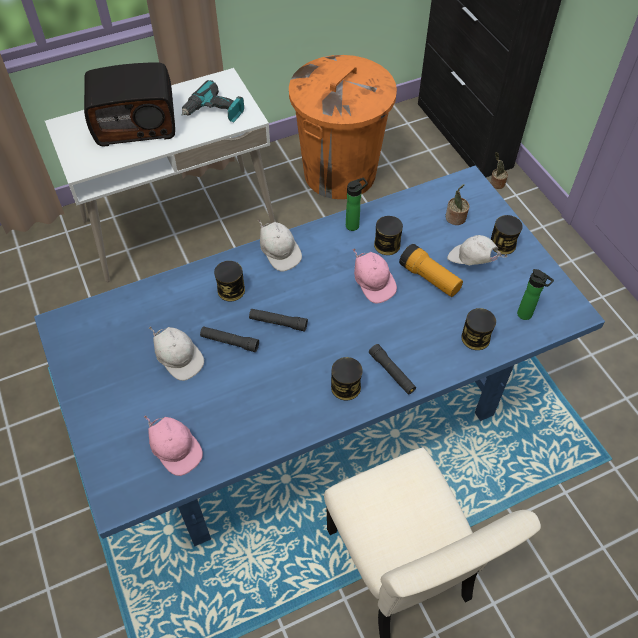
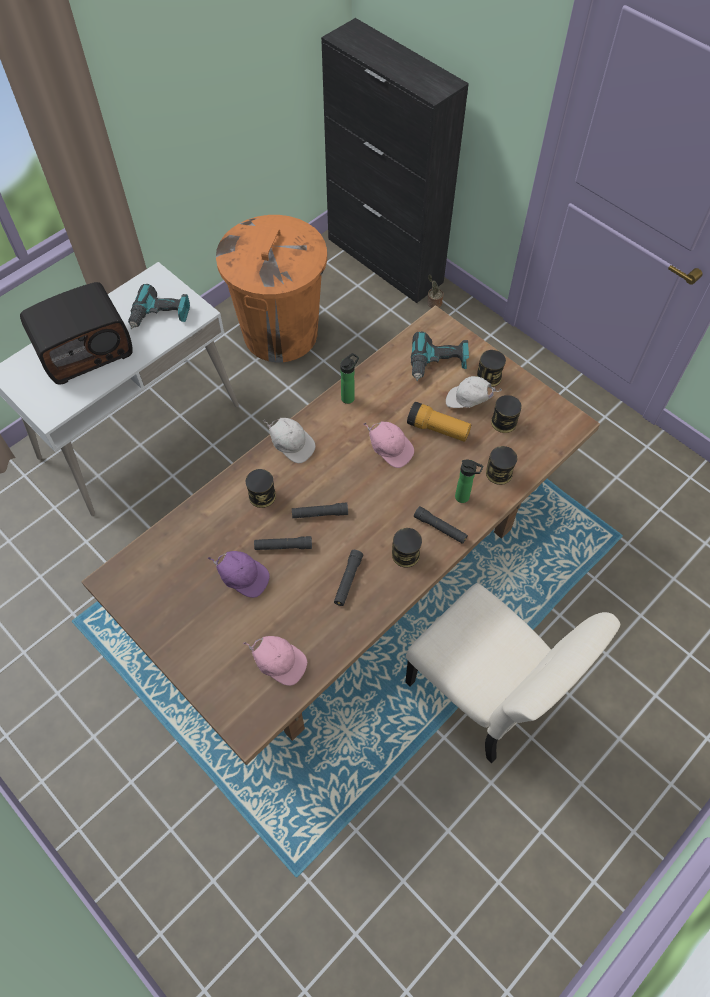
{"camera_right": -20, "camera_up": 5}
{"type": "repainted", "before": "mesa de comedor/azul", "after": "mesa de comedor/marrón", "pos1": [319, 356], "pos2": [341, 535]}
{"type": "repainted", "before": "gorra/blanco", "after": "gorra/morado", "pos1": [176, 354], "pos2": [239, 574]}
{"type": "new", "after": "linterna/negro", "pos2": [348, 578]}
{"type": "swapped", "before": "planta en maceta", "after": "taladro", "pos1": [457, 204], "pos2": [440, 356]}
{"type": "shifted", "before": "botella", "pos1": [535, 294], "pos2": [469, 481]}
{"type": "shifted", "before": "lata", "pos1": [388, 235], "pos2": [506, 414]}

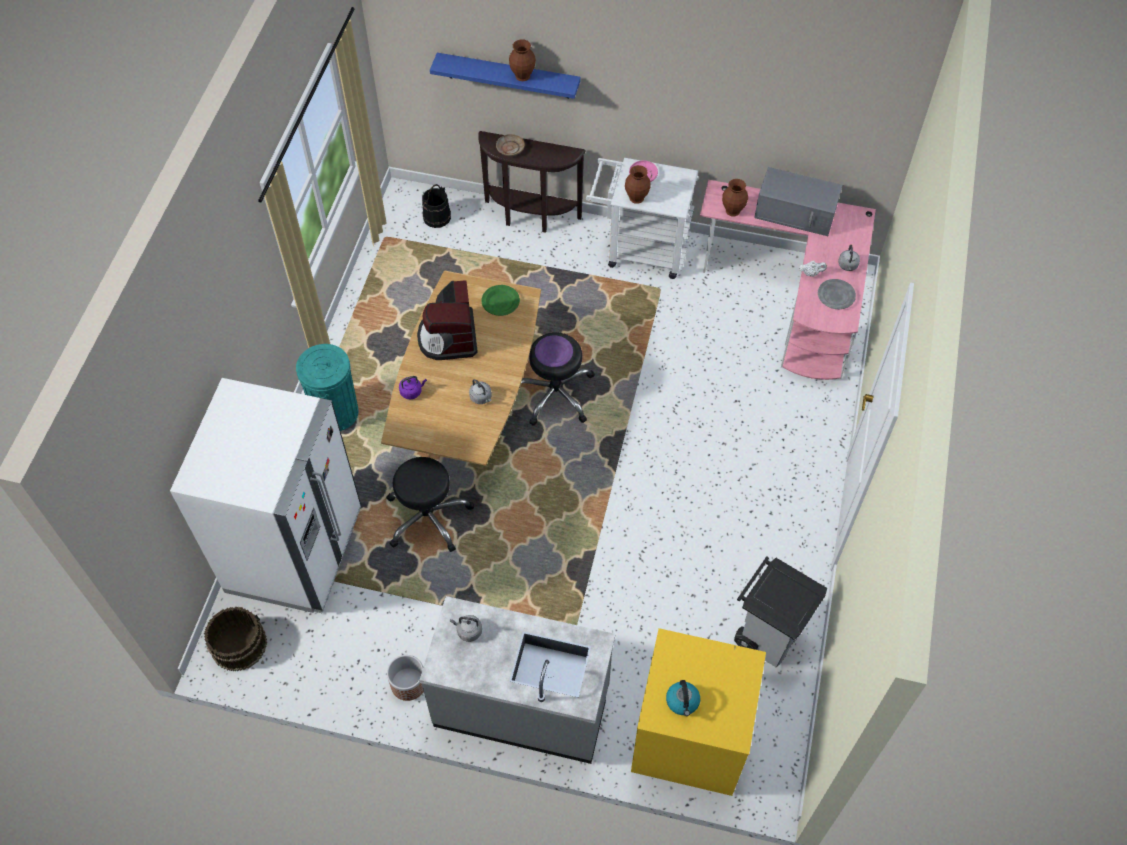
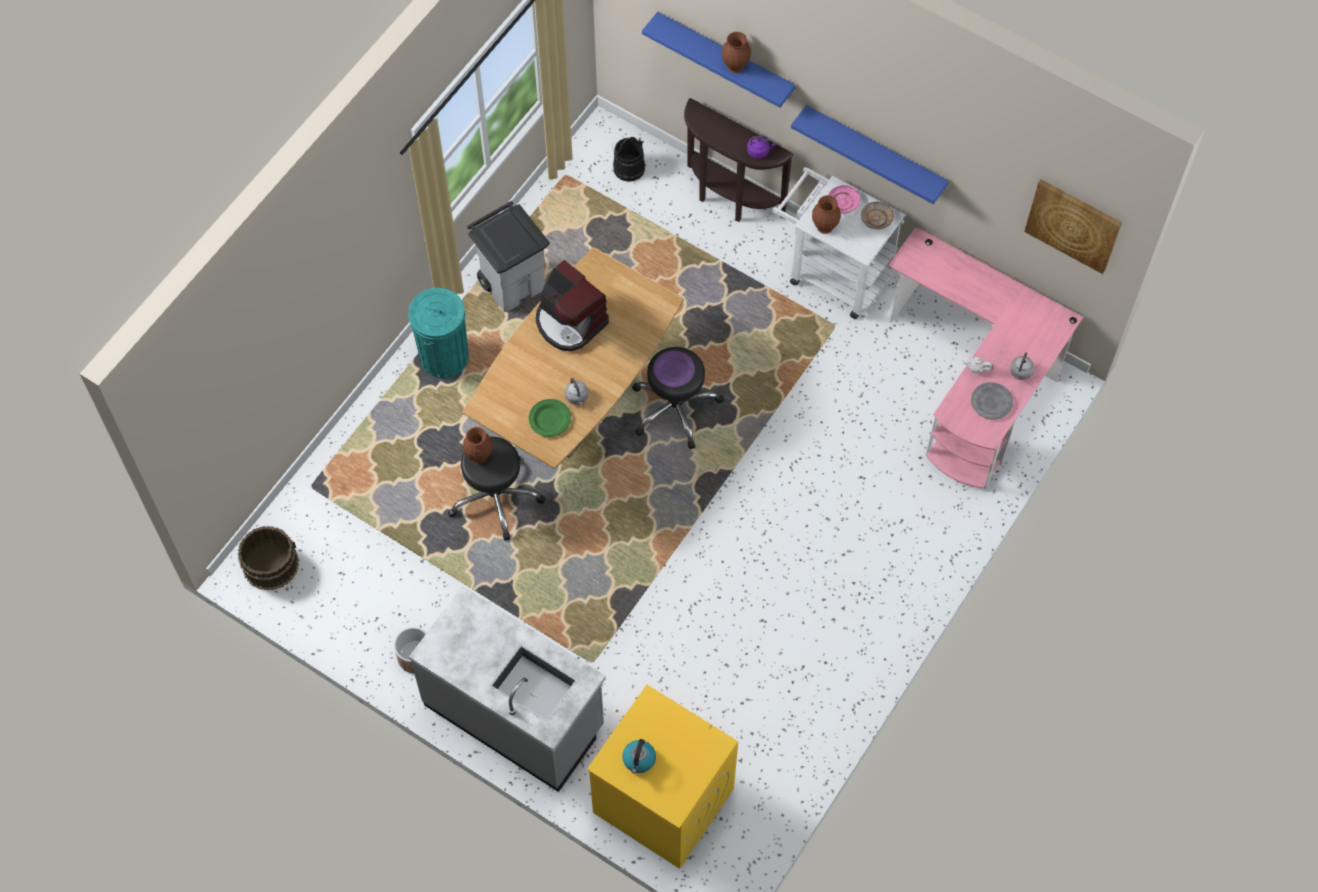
{"camera_right": 20, "camera_up": 5}
{"type": "shifted", "before": "florero/marrón", "pos1": [735, 197], "pos2": [478, 445]}
{"type": "shifted", "before": "papelera/gris", "pos1": [780, 611], "pos2": [508, 256]}
{"type": "shifted", "before": "plato/verde", "pos1": [501, 300], "pos2": [550, 418]}
{"type": "rotated", "before": "cafetera", "pos1": [447, 320], "pos2": [572, 306], "turn": -60}
{"type": "shifted", "before": "hervidor/morado", "pos1": [413, 387], "pos2": [761, 147]}
{"type": "new", "after": "estante/azul", "pos2": [870, 154]}
{"type": "shifted", "before": "plato/beis", "pos1": [510, 145], "pos2": [877, 215]}
{"type": "new", "after": "cuadro", "pos2": [1073, 226]}
{"type": "gone", "before": "nevera/blanco", "pos1": [265, 495]}
{"type": "gone", "before": "hervidor/gris", "pos1": [466, 628]}
{"type": "gone", "before": "microondas/gris", "pos1": [798, 201]}

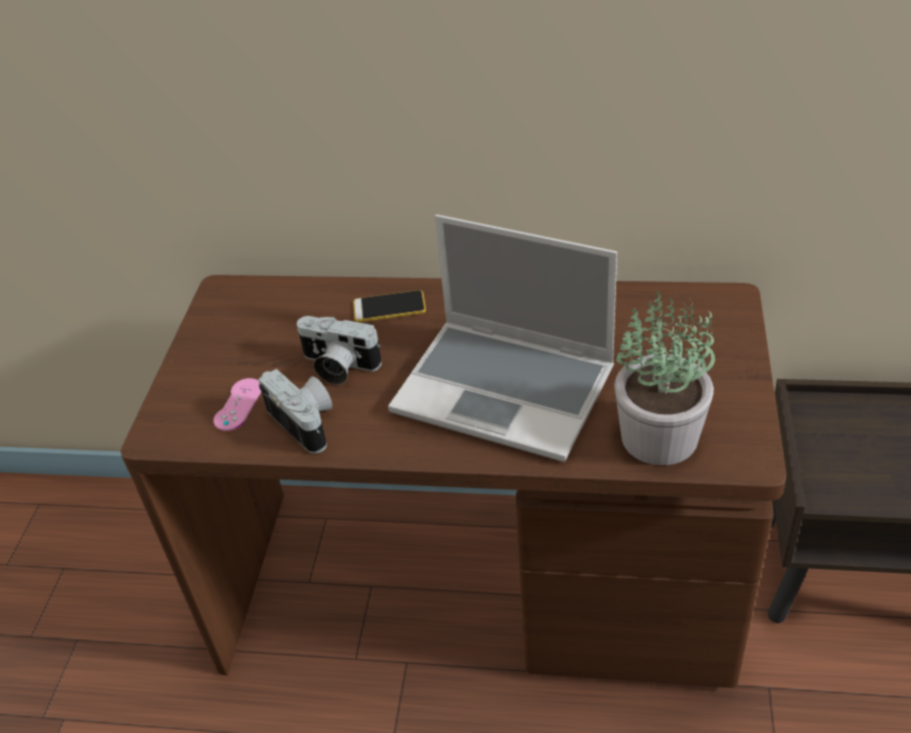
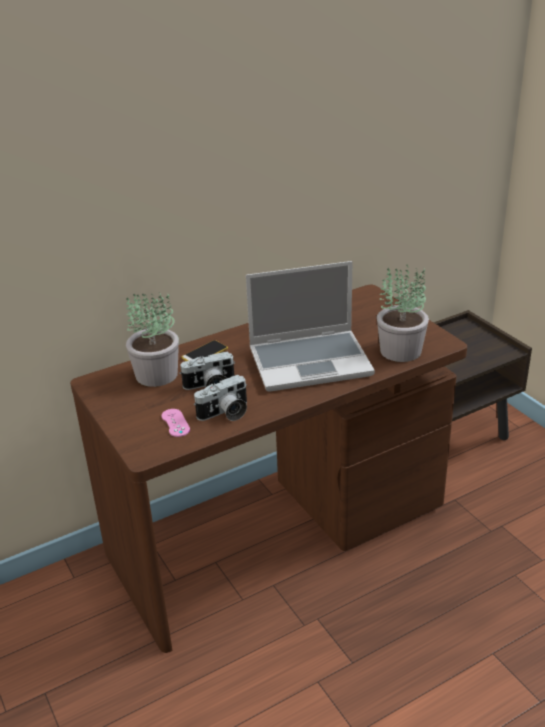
{"camera_right": -40, "camera_up": -10}
{"type": "new", "after": "planta en maceta", "pos2": [152, 339]}
{"type": "rotated", "before": "cámara", "pos1": [295, 411], "pos2": [220, 398], "turn": 135}

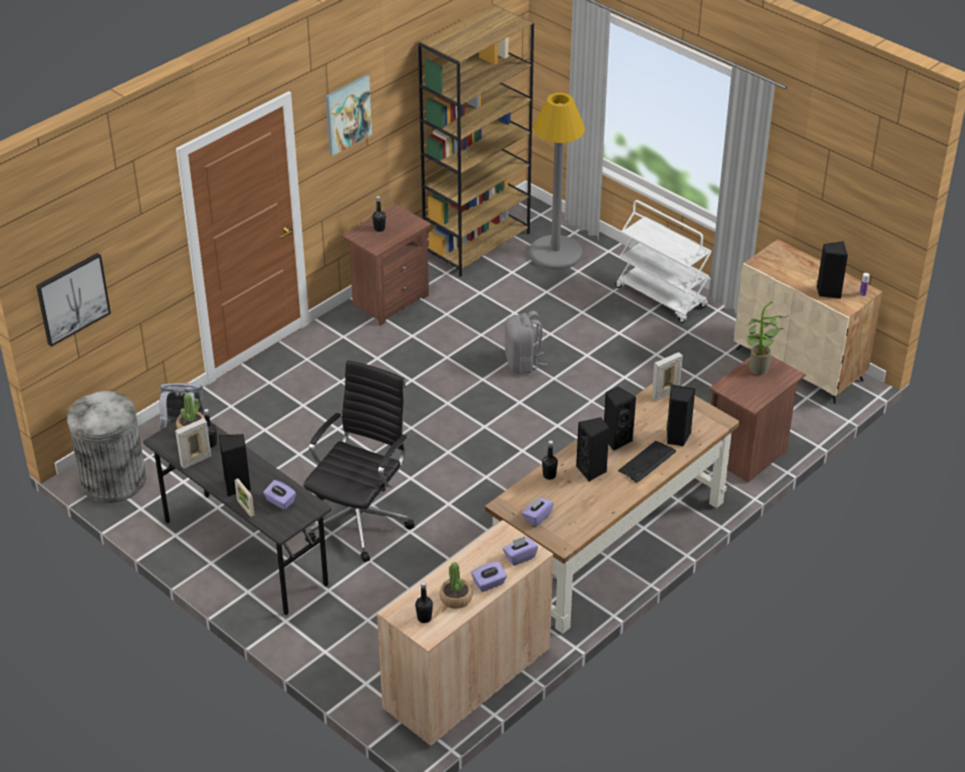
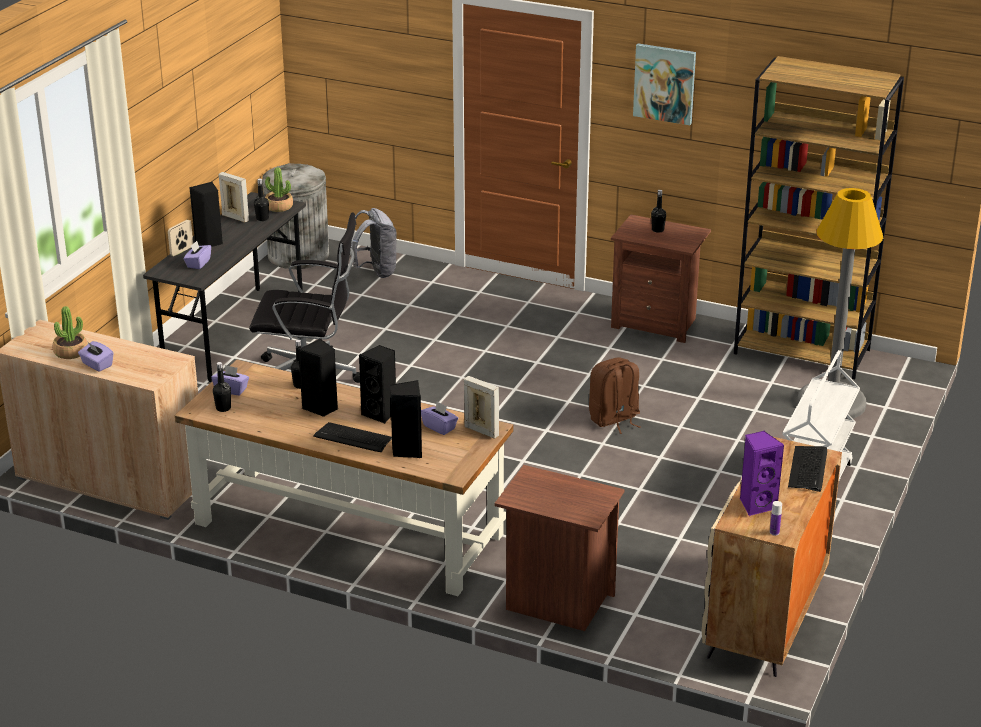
{"camera_right": 70, "camera_up": -10}
{"type": "shifted", "before": "botella/negro", "pos1": [424, 602], "pos2": [222, 387]}
{"type": "shifted", "before": "caja de pañuelos/morado", "pos1": [520, 551], "pos2": [439, 418]}
{"type": "repainted", "before": "mochila/gris", "after": "mochila/marrón", "pos1": [526, 342], "pos2": [614, 395]}
{"type": "repainted", "before": "altavoz/negro", "after": "altavoz/morado", "pos1": [832, 270], "pos2": [762, 473]}
{"type": "new", "after": "teclado", "pos2": [807, 469]}
{"type": "gone", "before": "cuadro", "pos1": [73, 300]}
{"type": "gone", "before": "planta en maceta", "pos1": [768, 338]}

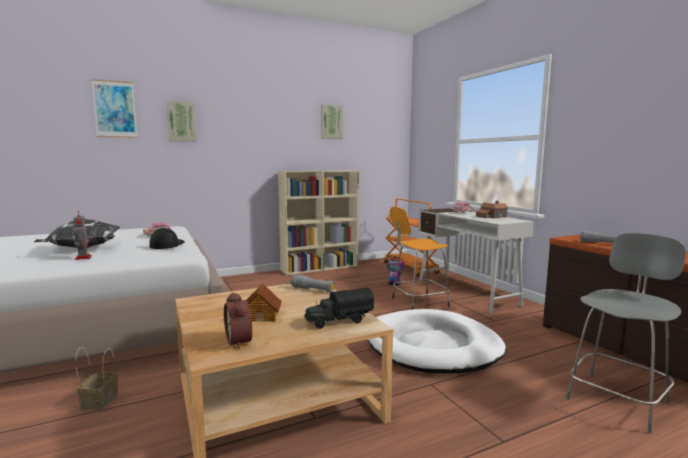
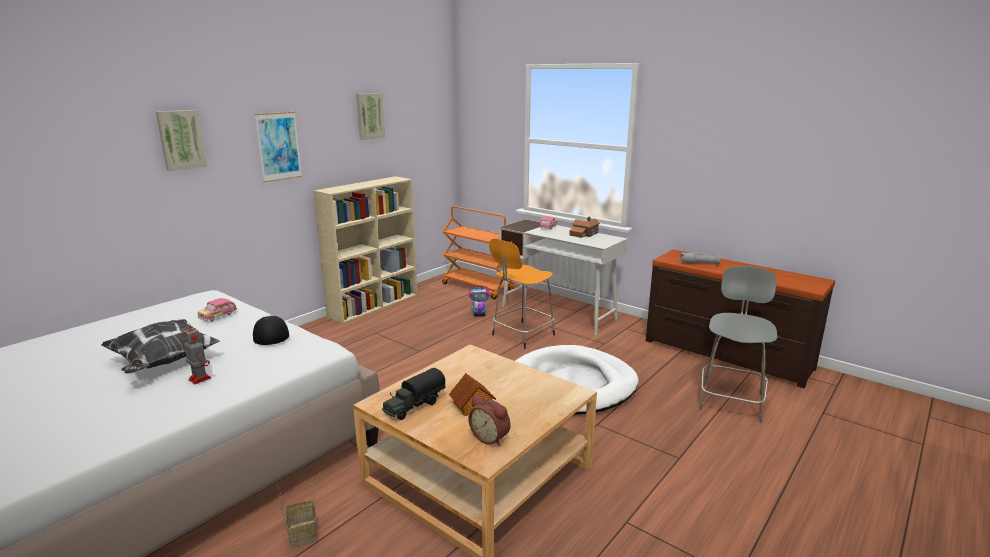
{"camera_right": -25, "camera_up": 10}
{"type": "shifted", "before": "cuadro", "pos1": [114, 108], "pos2": [278, 147]}
{"type": "shifted", "before": "camión de juguete", "pos1": [339, 308], "pos2": [413, 394]}
{"type": "gone", "before": "linterna/gris", "pos1": [312, 283]}

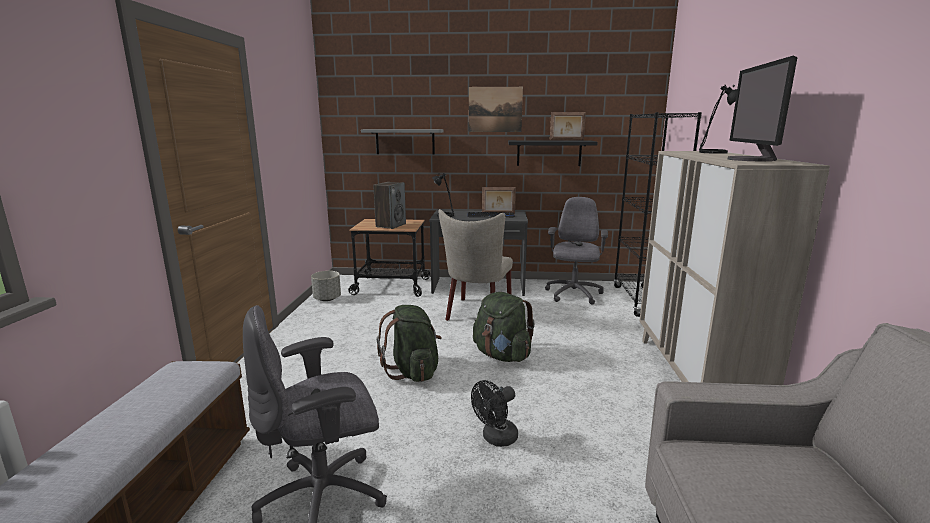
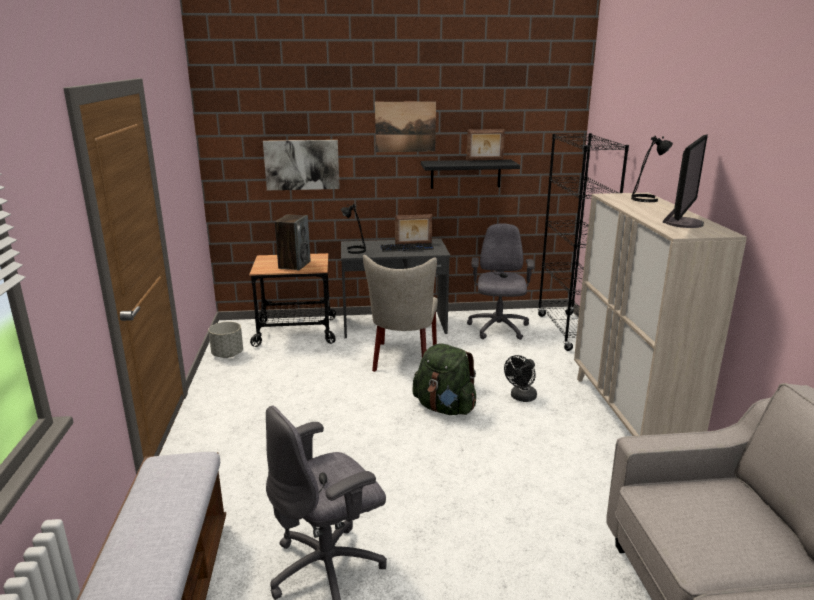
{"camera_right": -10, "camera_up": 5}
{"type": "swapped", "before": "estante/gris", "after": "cuadro", "pos1": [402, 142], "pos2": [301, 165]}
{"type": "shifted", "before": "ventilador/negro", "pos1": [494, 413], "pos2": [520, 378]}
{"type": "rotated", "before": "monitor", "pos1": [762, 108], "pos2": [685, 181], "turn": -150}
{"type": "gone", "before": "mochila/verde", "pos1": [409, 343]}

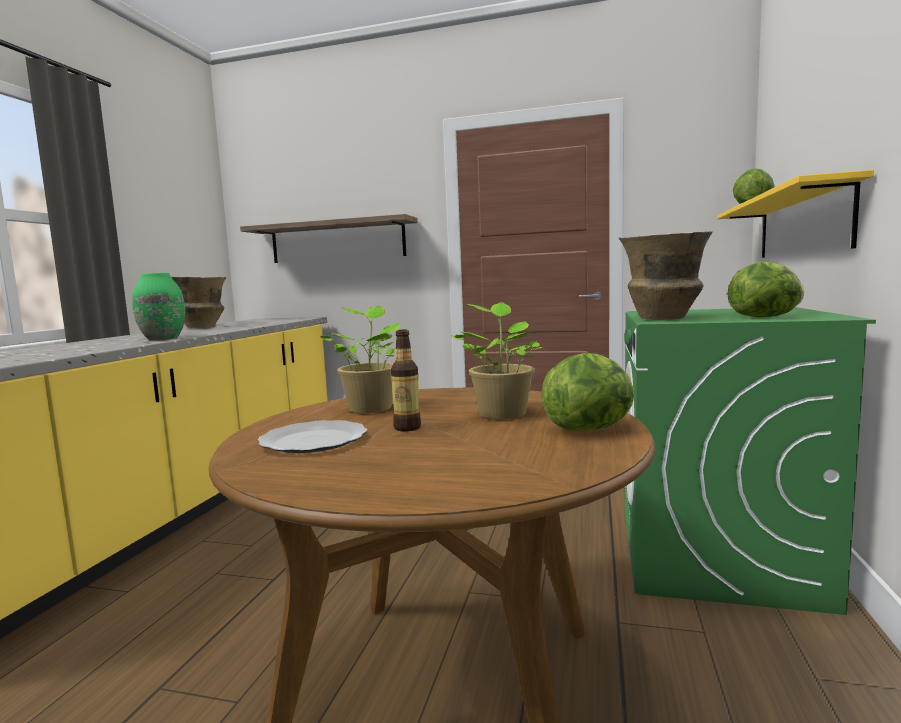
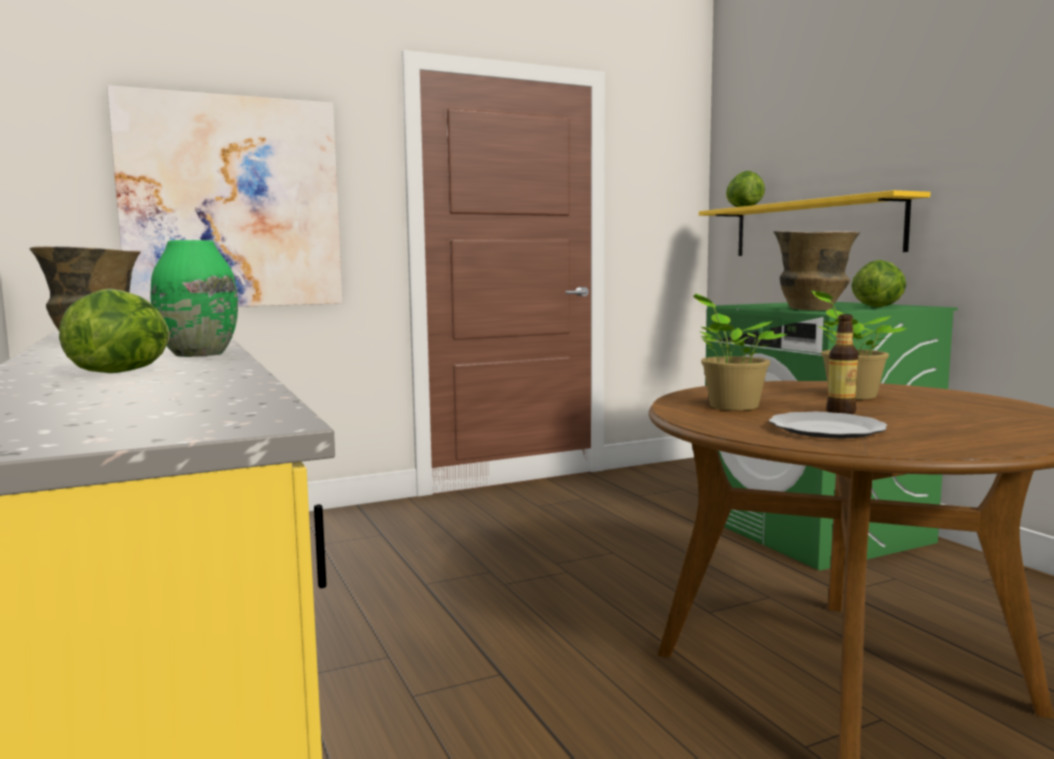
{"camera_right": -40, "camera_up": 0}
{"type": "shifted", "before": "lechuga", "pos1": [587, 392], "pos2": [114, 331]}
{"type": "swapped", "before": "estante", "after": "cuadro", "pos1": [329, 238], "pos2": [225, 196]}

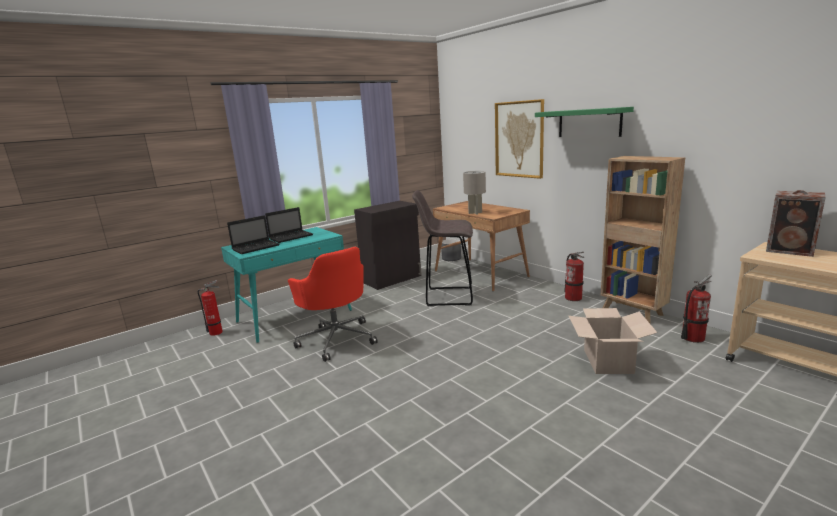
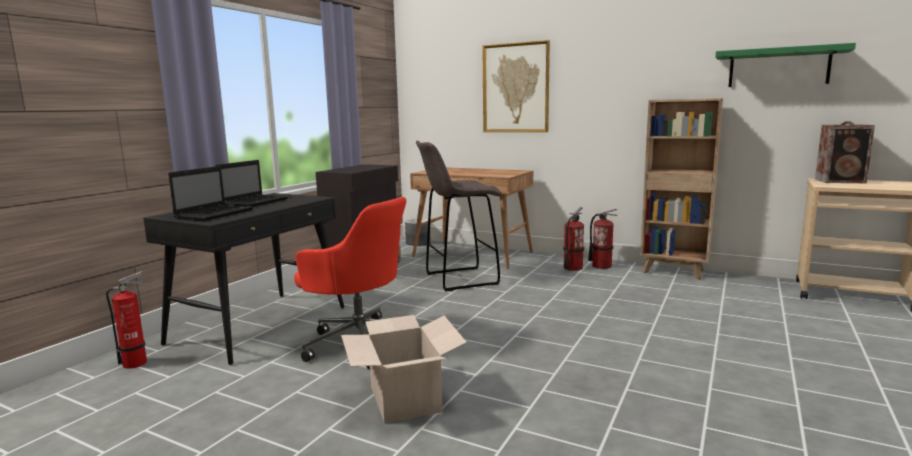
{"camera_right": -25, "camera_up": -5}
{"type": "repainted", "before": "escritorio/turquesa", "after": "escritorio/negro", "pos1": [286, 285], "pos2": [243, 279]}
{"type": "shifted", "before": "caja de cartón", "pos1": [613, 341], "pos2": [404, 369]}
{"type": "shifted", "before": "extintor", "pos1": [696, 309], "pos2": [573, 239]}
{"type": "shifted", "before": "estante/verde", "pos1": [584, 122], "pos2": [785, 65]}
{"type": "gone", "before": "lámpara de mesa/gris", "pos1": [474, 193]}

